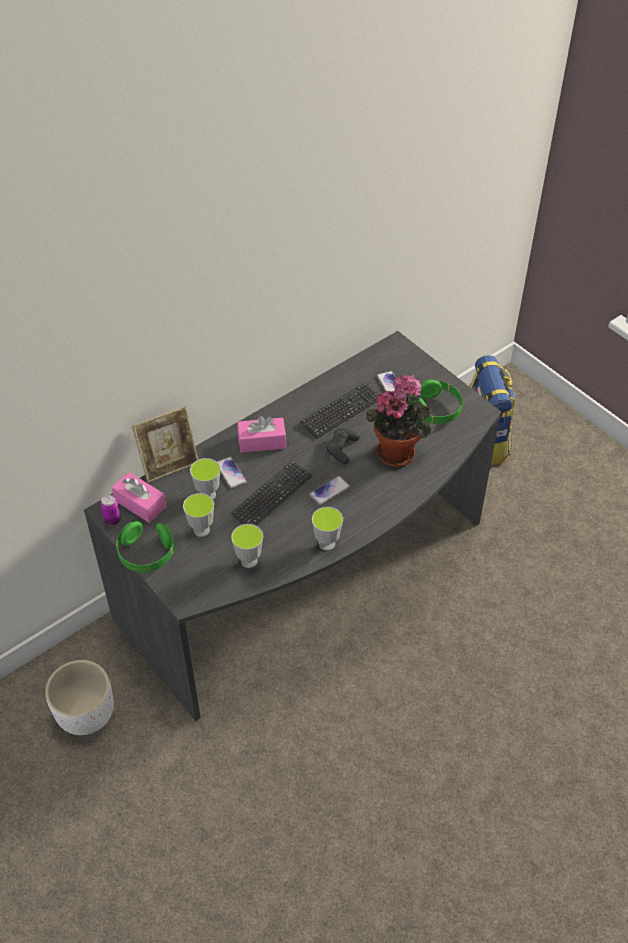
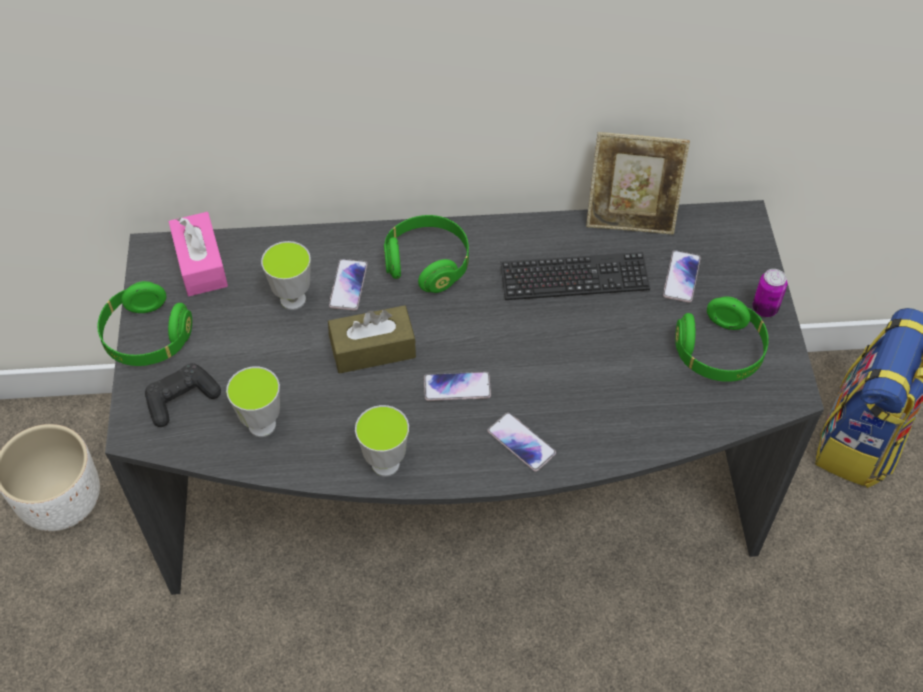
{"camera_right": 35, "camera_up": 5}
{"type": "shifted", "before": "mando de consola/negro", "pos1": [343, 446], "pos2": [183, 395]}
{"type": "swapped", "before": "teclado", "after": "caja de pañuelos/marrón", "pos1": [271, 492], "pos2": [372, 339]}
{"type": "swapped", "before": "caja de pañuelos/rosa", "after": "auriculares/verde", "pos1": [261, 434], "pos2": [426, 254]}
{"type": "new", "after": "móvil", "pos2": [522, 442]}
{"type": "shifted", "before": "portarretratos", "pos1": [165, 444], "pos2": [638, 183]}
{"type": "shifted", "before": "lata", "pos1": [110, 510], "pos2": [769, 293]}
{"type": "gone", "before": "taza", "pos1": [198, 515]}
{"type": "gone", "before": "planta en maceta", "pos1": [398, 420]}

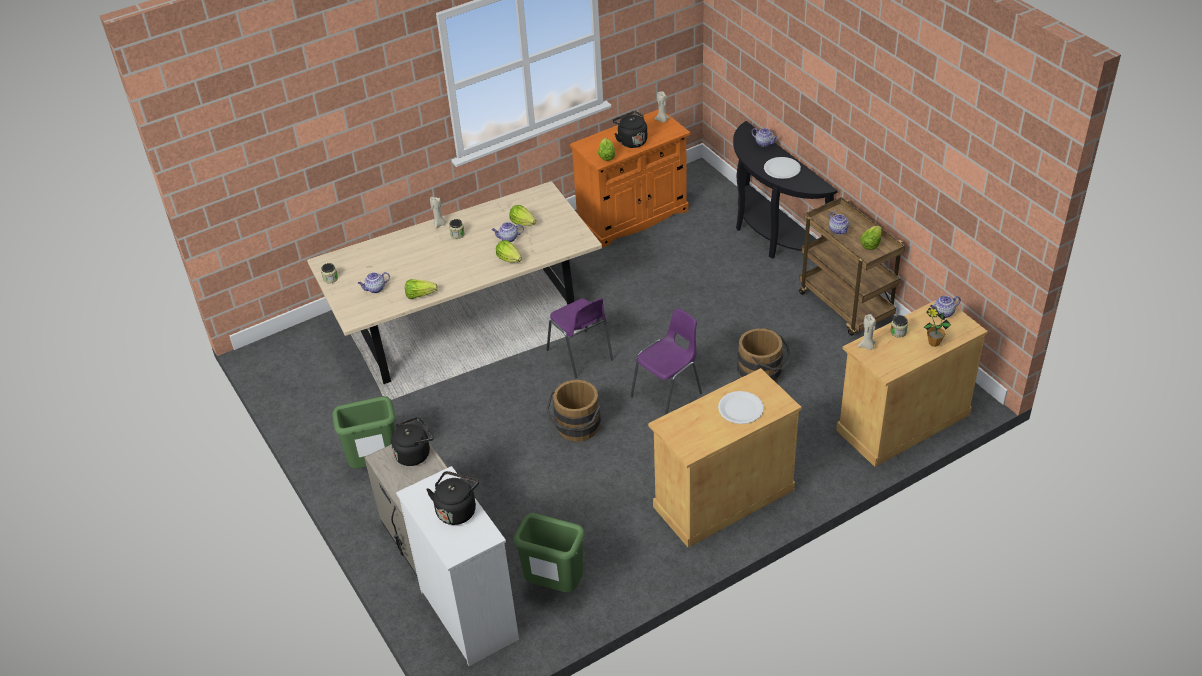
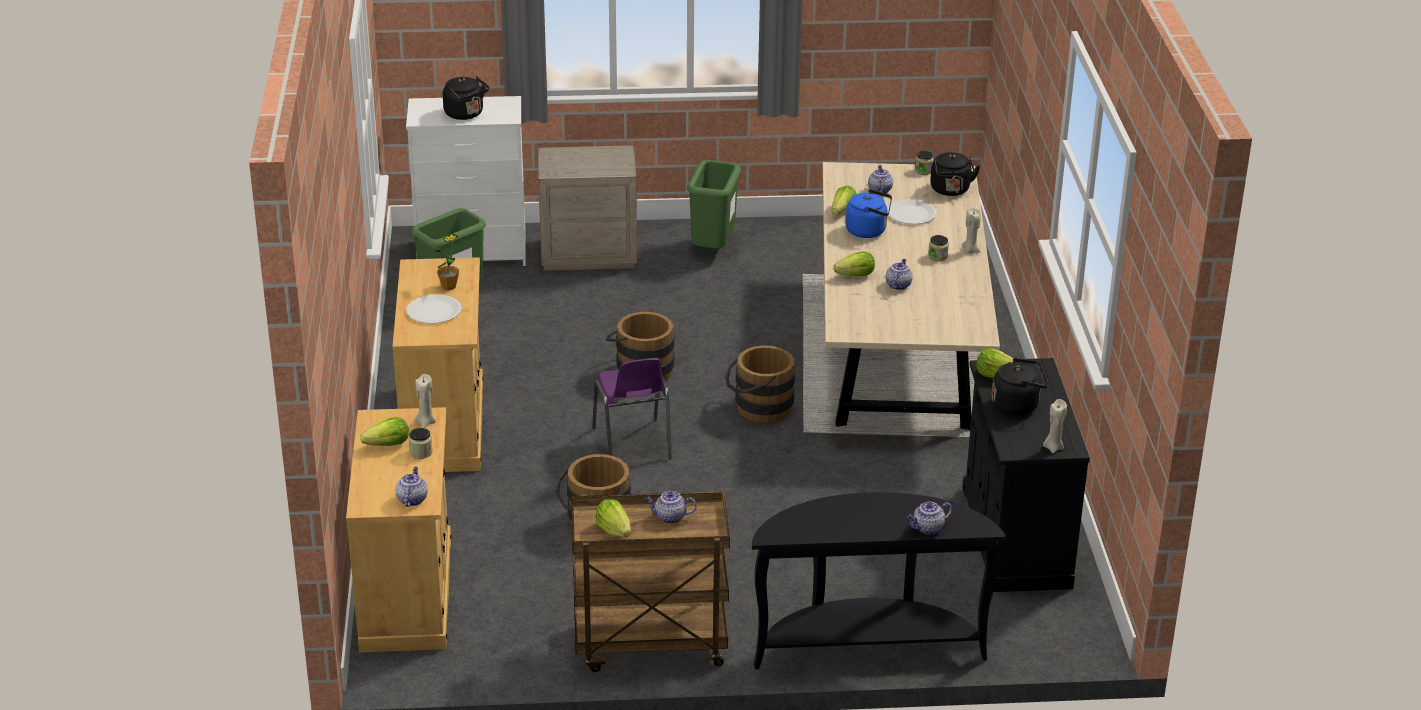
{"camera_right": 115, "camera_up": -10}
{"type": "shifted", "before": "lechuga", "pos1": [522, 215], "pos2": [384, 431]}
{"type": "shifted", "before": "planta en maceta", "pos1": [937, 327], "pos2": [445, 262]}
{"type": "swapped", "before": "silla/morado", "after": "cubo/marrón", "pos1": [580, 338], "pos2": [760, 384]}
{"type": "new", "after": "hervidor/azul", "pos2": [868, 213]}
{"type": "shifted", "before": "plato/blanco", "pos1": [782, 168], "pos2": [912, 212]}
{"type": "shifted", "before": "hervidor/negro", "pos1": [412, 441], "pos2": [955, 174]}
{"type": "repainted", "before": "armario/naranja", "after": "armario/negro", "pos1": [630, 178], "pos2": [1026, 475]}

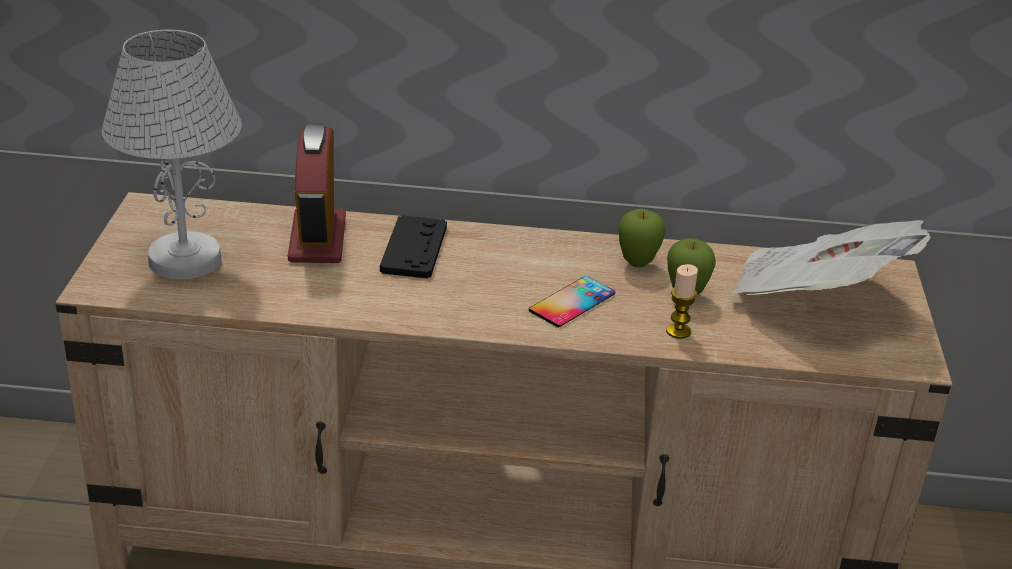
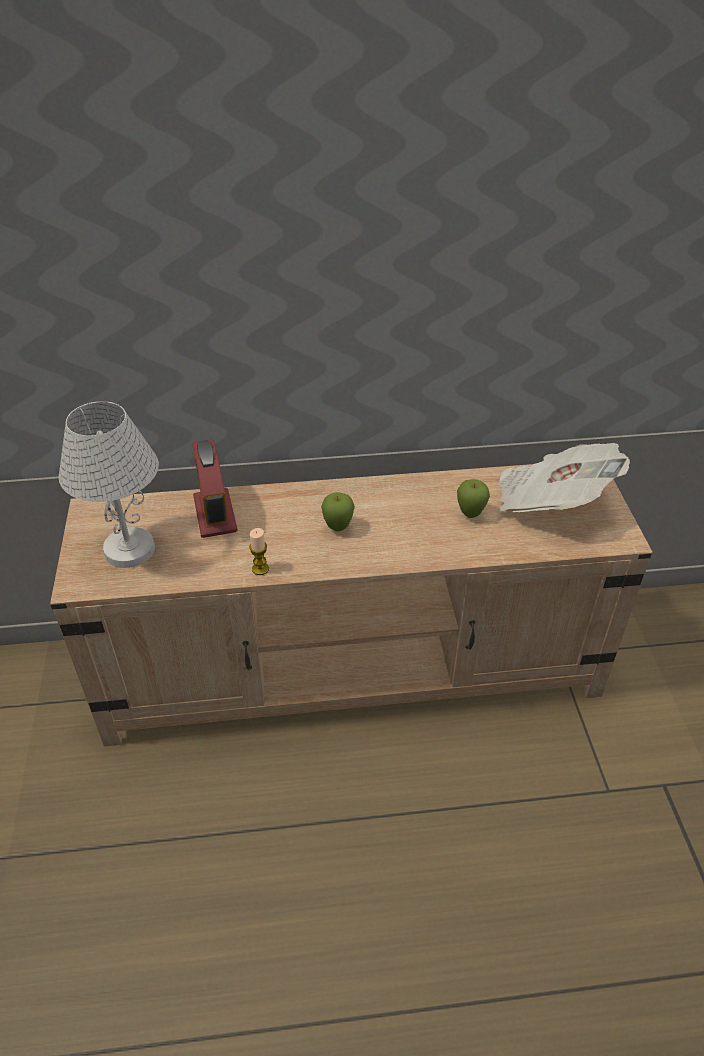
{"camera_right": -10, "camera_up": 10}
{"type": "shifted", "before": "vela", "pos1": [682, 301], "pos2": [259, 551]}
{"type": "shifted", "before": "manzana", "pos1": [642, 238], "pos2": [338, 511]}
{"type": "gone", "before": "mando de consola/negro", "pos1": [413, 246]}
{"type": "gone", "before": "móvil", "pos1": [572, 301]}

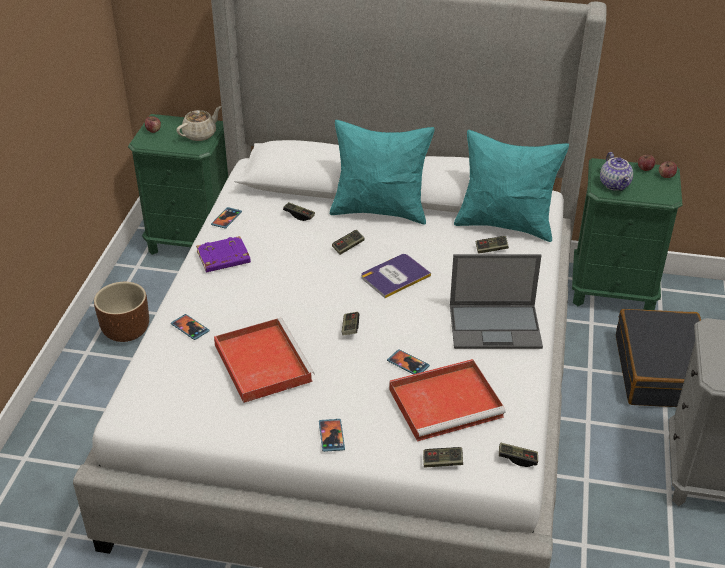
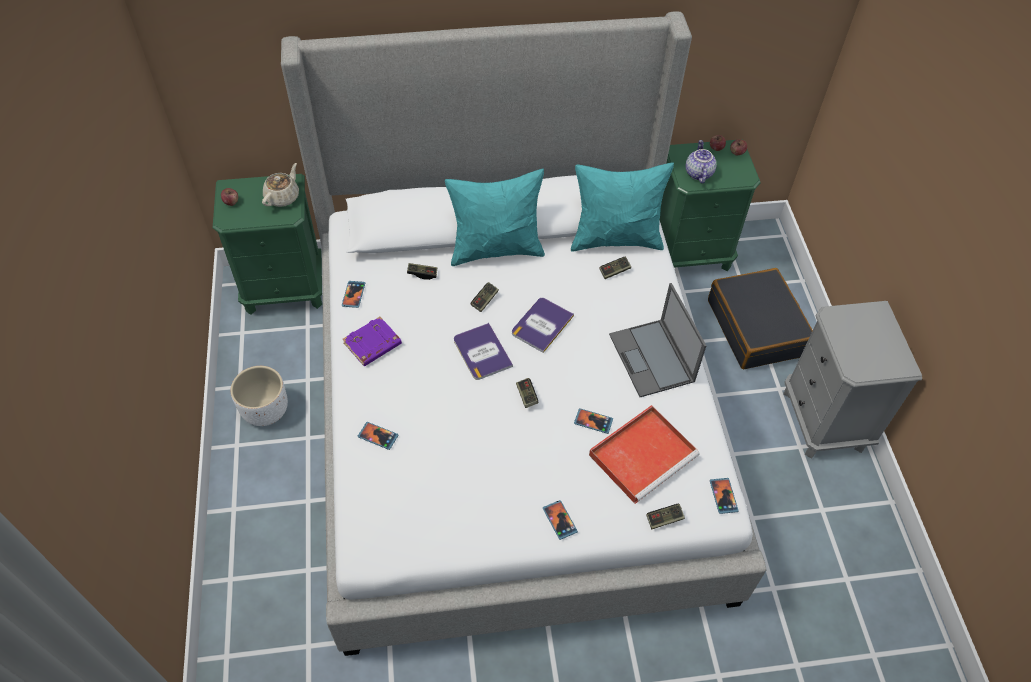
{"camera_right": -20, "camera_up": 15}
{"type": "repainted", "before": "maceta/marrón", "after": "maceta/blanco", "pos1": [121, 312], "pos2": [259, 396]}
{"type": "new", "after": "libro", "pos2": [483, 351]}
{"type": "rotated", "before": "portátil", "pos1": [496, 301], "pos2": [657, 340], "turn": 90}
{"type": "rotated", "before": "tetera", "pos1": [616, 171], "pos2": [701, 161], "turn": -150}
{"type": "swapped", "before": "mando de consola", "after": "móvil", "pos1": [518, 455], "pos2": [724, 496]}
{"type": "gone", "before": "bandeja/rojo", "pos1": [264, 360]}

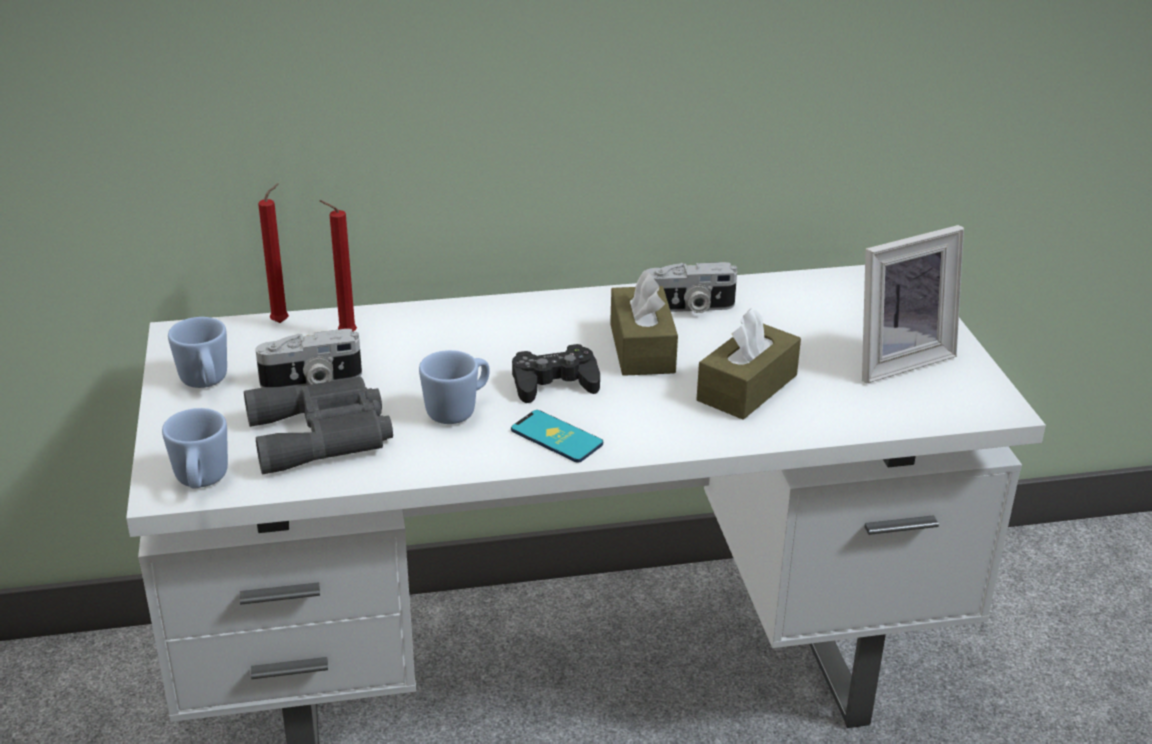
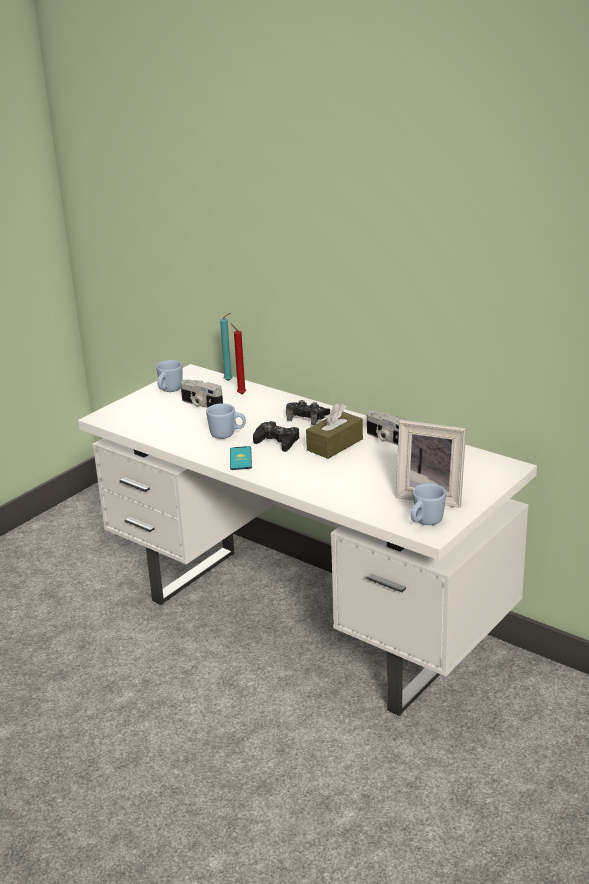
{"camera_right": 50, "camera_up": -5}
{"type": "repainted", "before": "vela/rojo", "after": "vela/turquesa", "pos1": [273, 253], "pos2": [226, 347]}
{"type": "new", "after": "mando de consola/negro", "pos2": [308, 412]}
{"type": "shifted", "before": "taza grande/azul", "pos1": [195, 448], "pos2": [428, 504]}
{"type": "gone", "before": "prismáticos/gris", "pos1": [318, 425]}
{"type": "gone", "before": "caja de pañuelos/marrón", "pos1": [748, 363]}

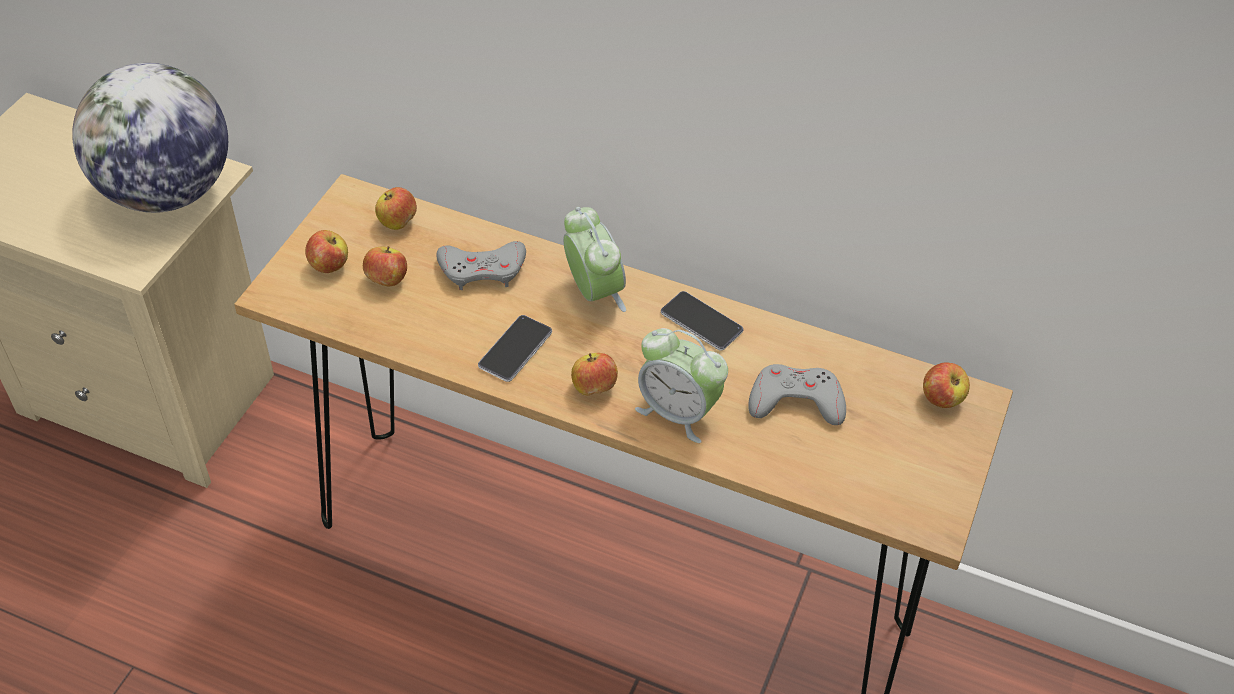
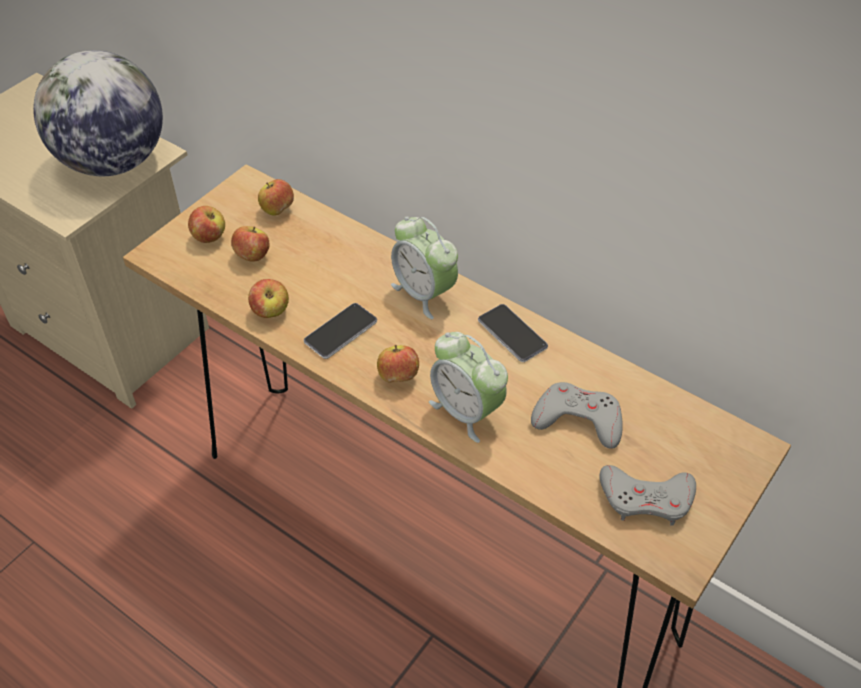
{"camera_right": 15, "camera_up": 0}
{"type": "shifted", "before": "manzana", "pos1": [946, 385], "pos2": [268, 298]}
{"type": "rotated", "before": "despertador", "pos1": [594, 259], "pos2": [424, 267], "turn": 150}
{"type": "shifted", "before": "mando de consola/gris", "pos1": [481, 265], "pos2": [647, 495]}

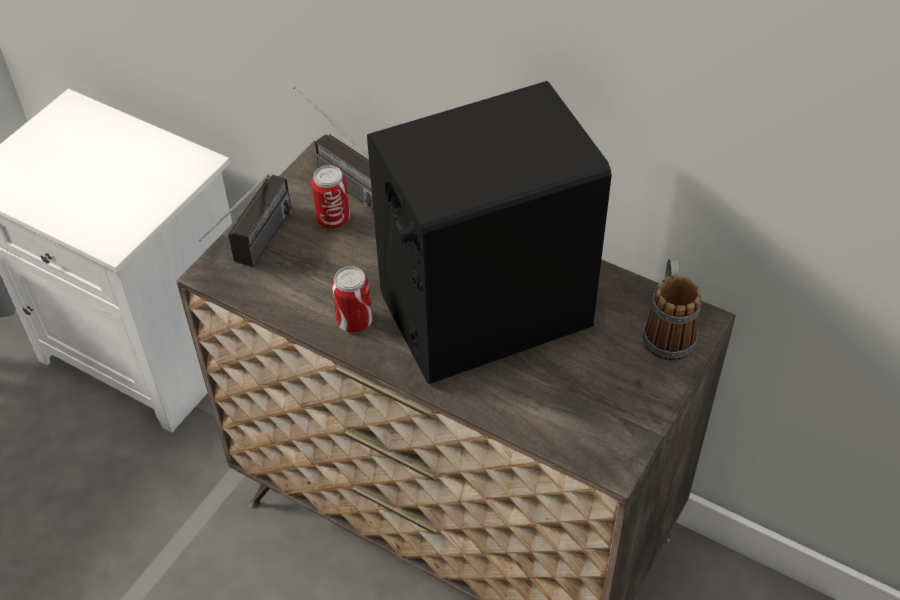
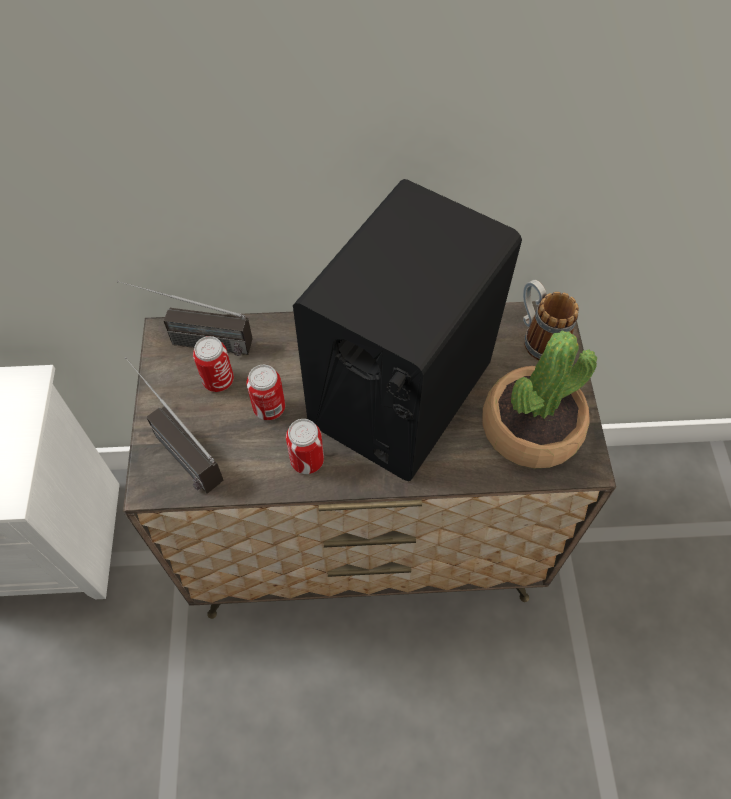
{"camera_right": -35, "camera_up": 10}
{"type": "rotated", "before": "radio", "pos1": [246, 220], "pos2": [174, 425], "turn": 150}
{"type": "new", "after": "lata", "pos2": [266, 392]}
{"type": "new", "after": "planta en maceta", "pos2": [539, 399]}

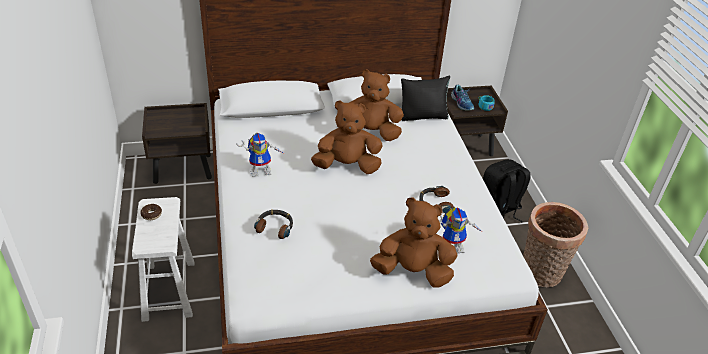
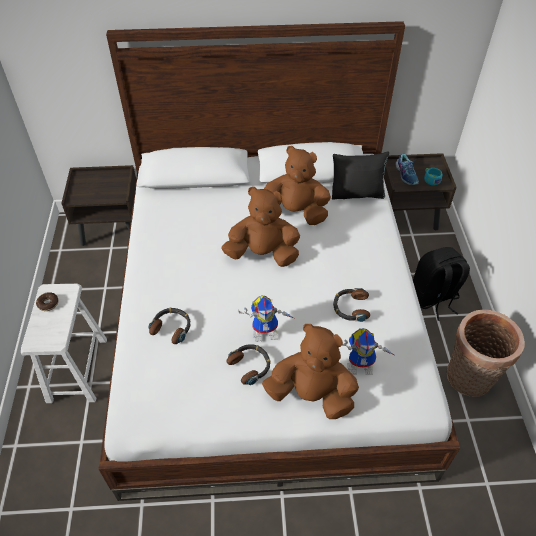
{"camera_right": 10, "camera_up": 10}
{"type": "new", "after": "auriculares", "pos2": [248, 364]}
{"type": "shifted", "before": "robot de juguete", "pos1": [260, 154], "pos2": [266, 318]}

